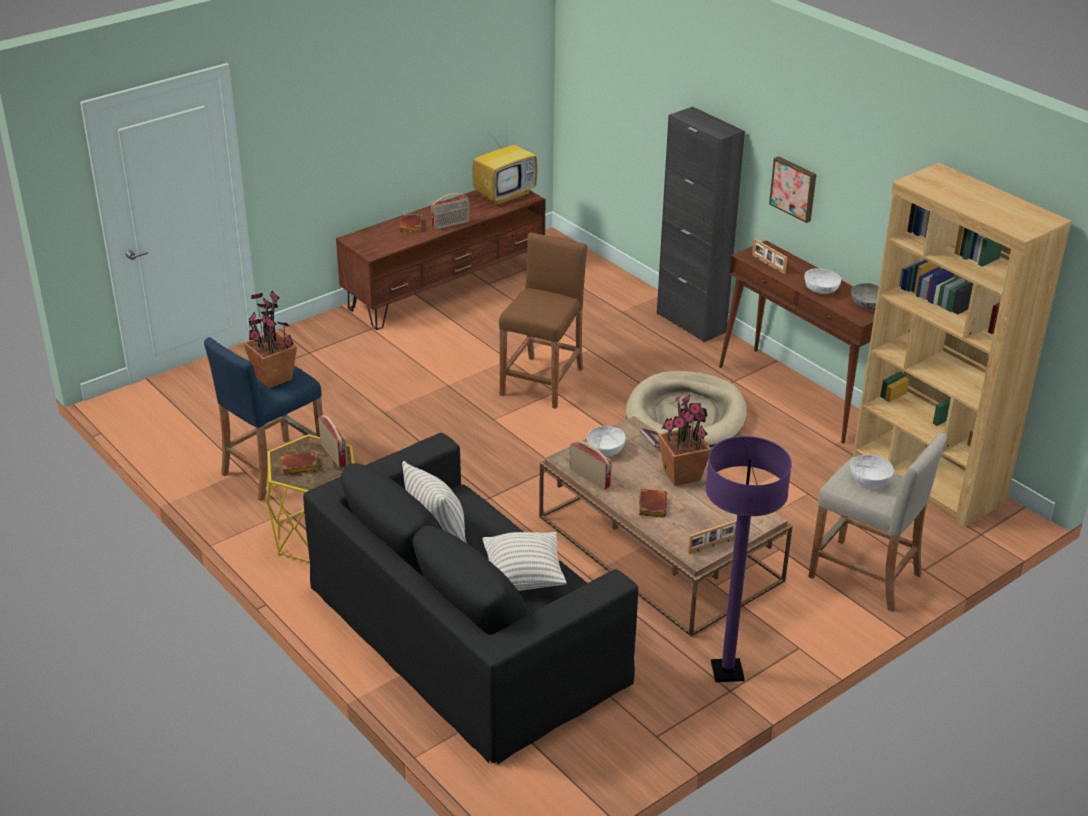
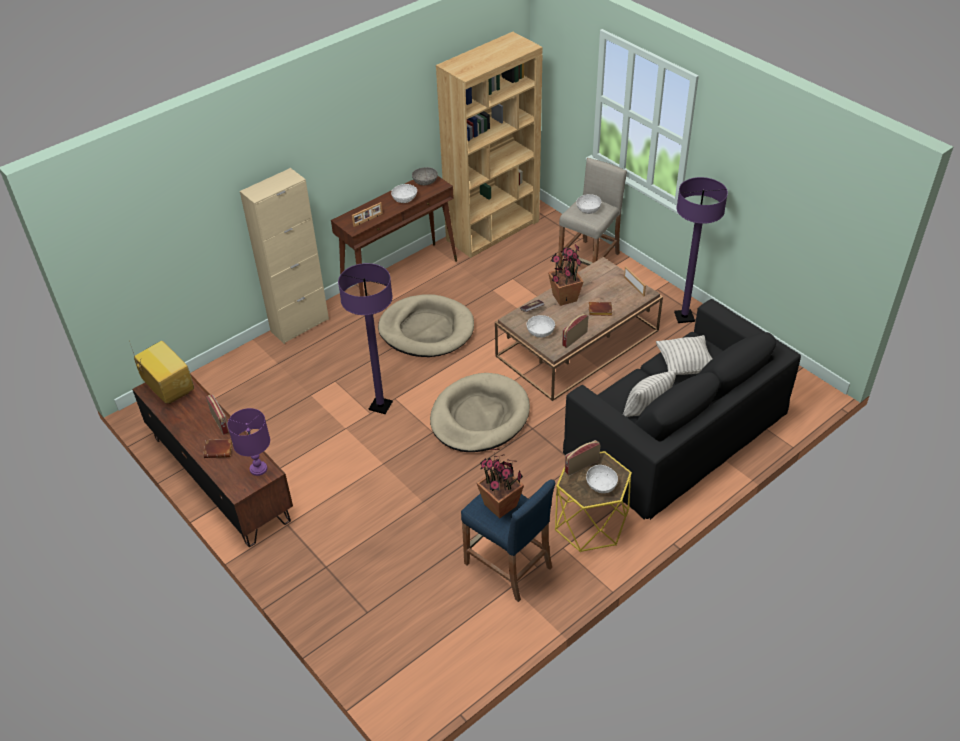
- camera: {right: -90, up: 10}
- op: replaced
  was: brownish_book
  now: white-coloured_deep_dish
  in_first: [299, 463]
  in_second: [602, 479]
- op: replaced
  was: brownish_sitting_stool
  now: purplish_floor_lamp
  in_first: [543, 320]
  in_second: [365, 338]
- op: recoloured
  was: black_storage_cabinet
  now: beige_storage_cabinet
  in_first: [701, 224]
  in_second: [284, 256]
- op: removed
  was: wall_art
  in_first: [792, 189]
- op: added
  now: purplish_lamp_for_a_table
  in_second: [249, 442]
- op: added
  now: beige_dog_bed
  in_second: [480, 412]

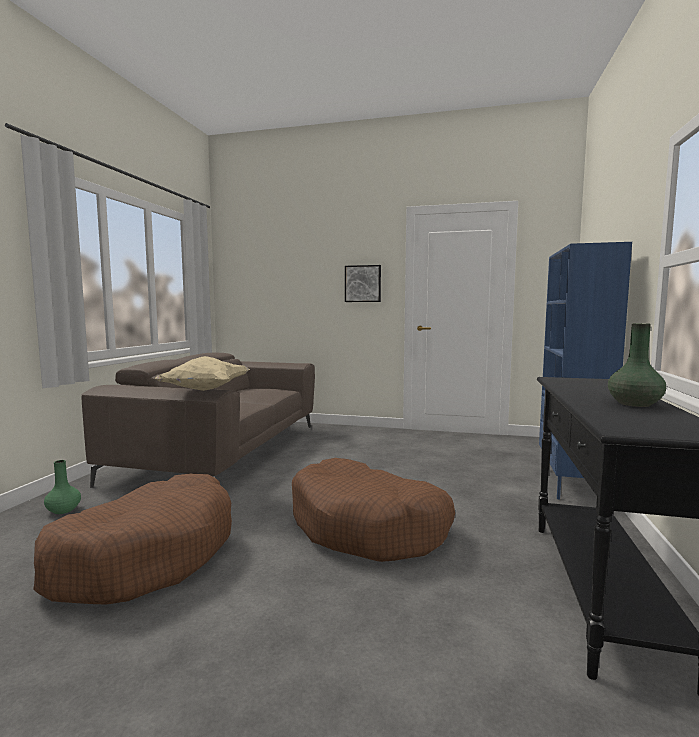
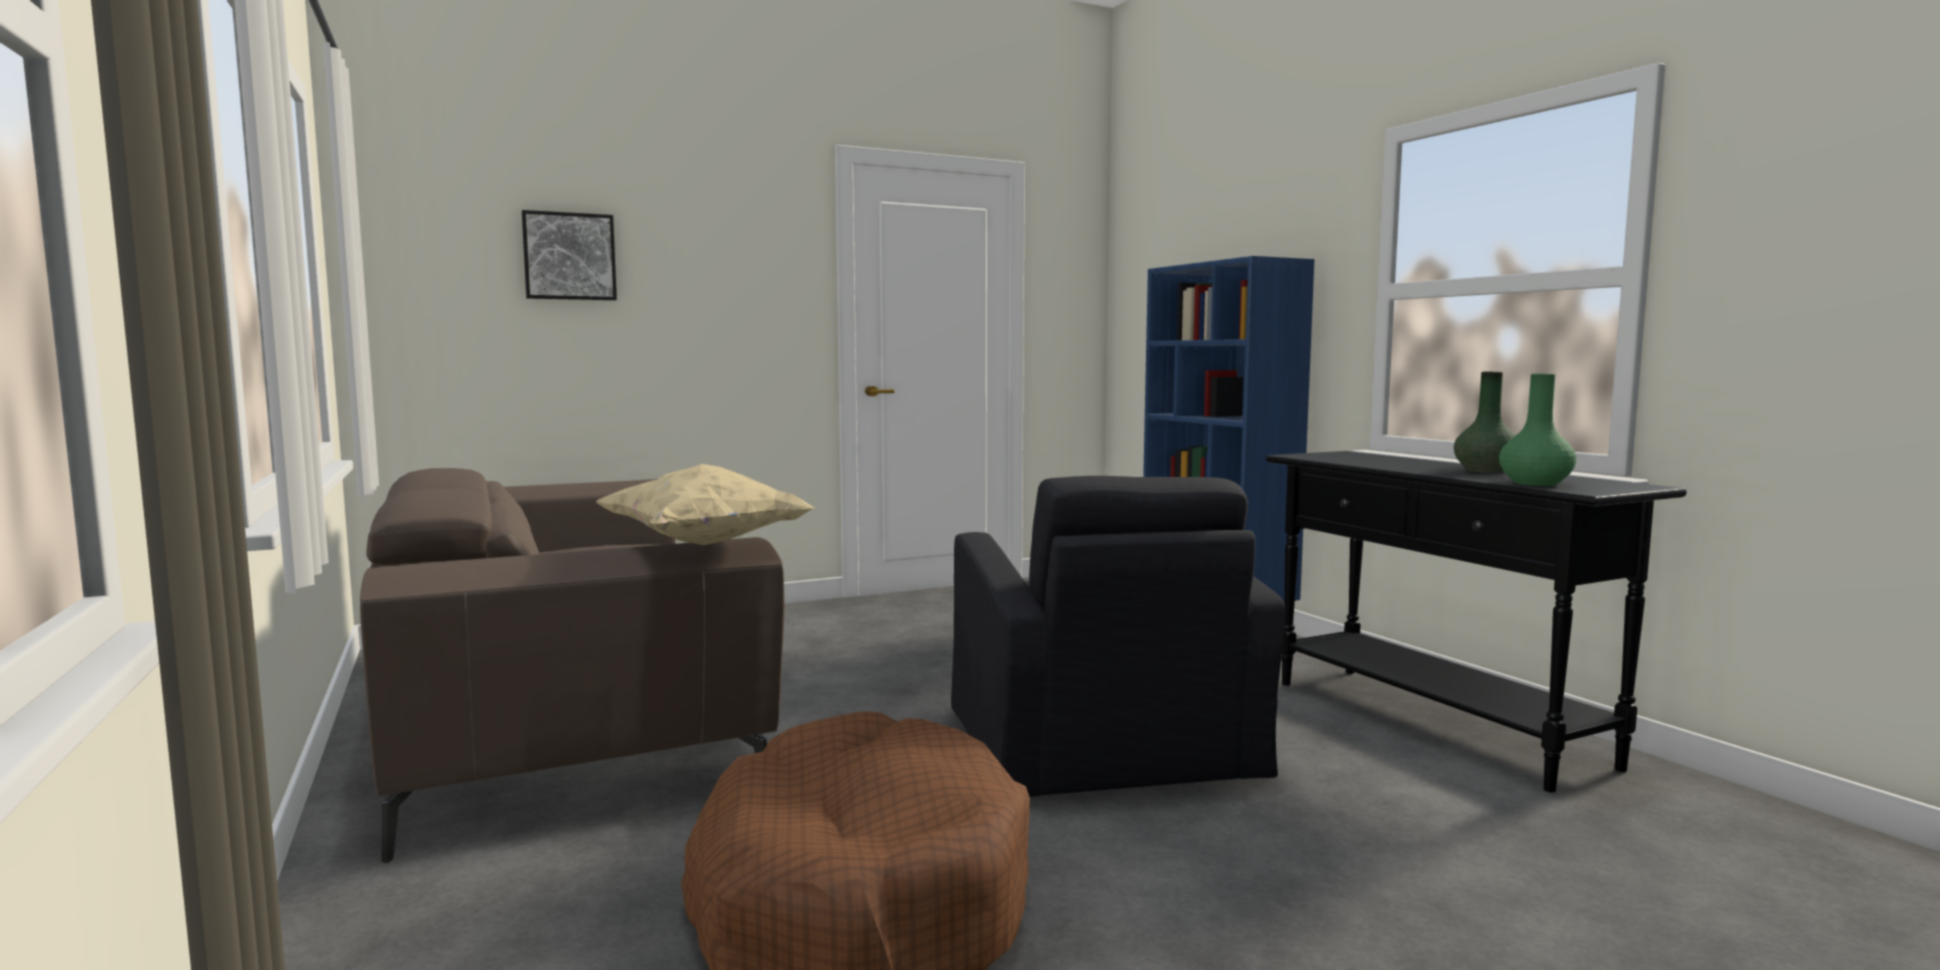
- camera: {right: -40, up: 0}
- op: moved
  was: greenish_decorative_vase
  in_first: [62, 487]
  in_second: [1537, 430]
- op: replaced
  was: brownish_dog_bed
  now: black_lounge_chair
  in_first: [373, 510]
  in_second: [1118, 636]
- op: moved
  was: wall_art
  in_first: [363, 283]
  in_second: [569, 255]

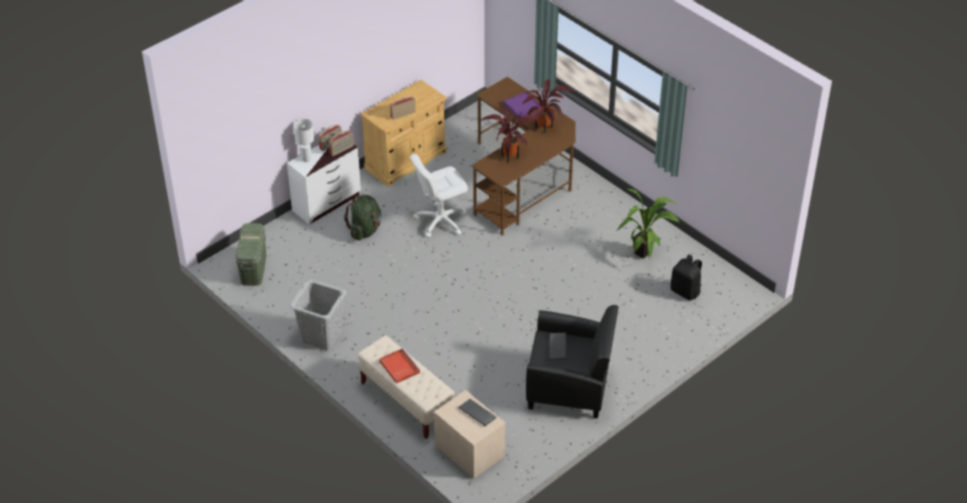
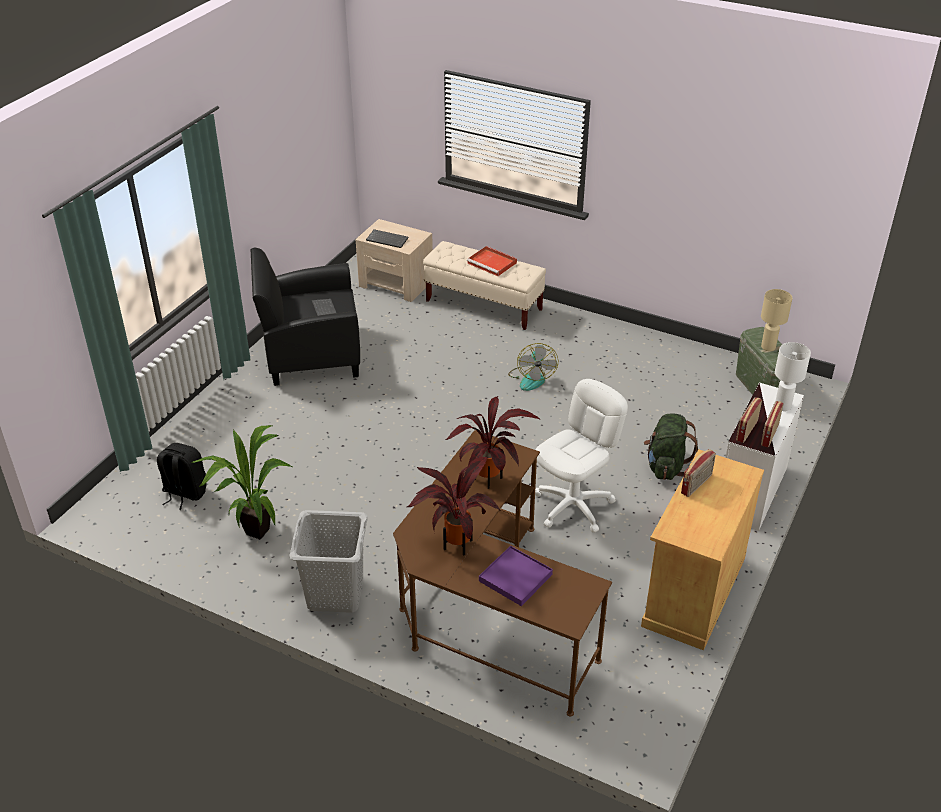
- camera: {right: 160, up: -5}
- op: moved
  was: gray_laundry_basket
  in_first: [318, 315]
  in_second: [328, 561]
- op: added
  now: cooling_fan
  in_second: [533, 367]
- op: added
  now: beige_lamp_for_a_table
  in_second: [777, 320]

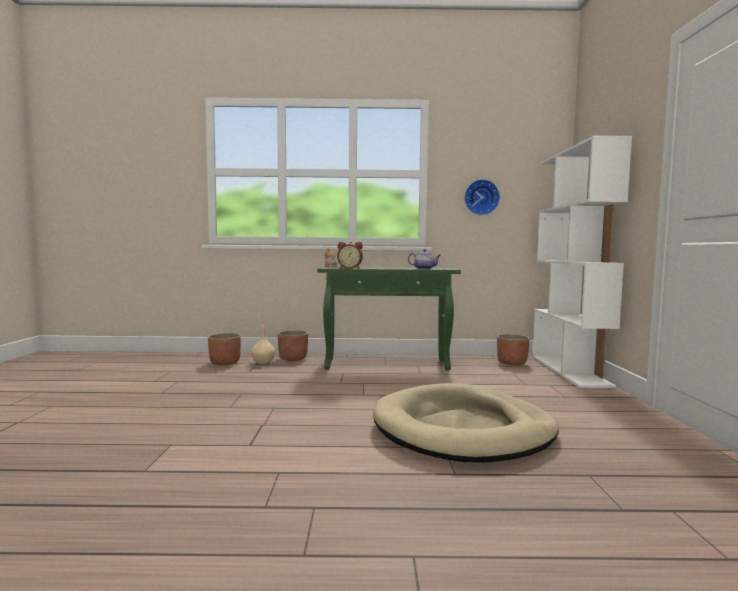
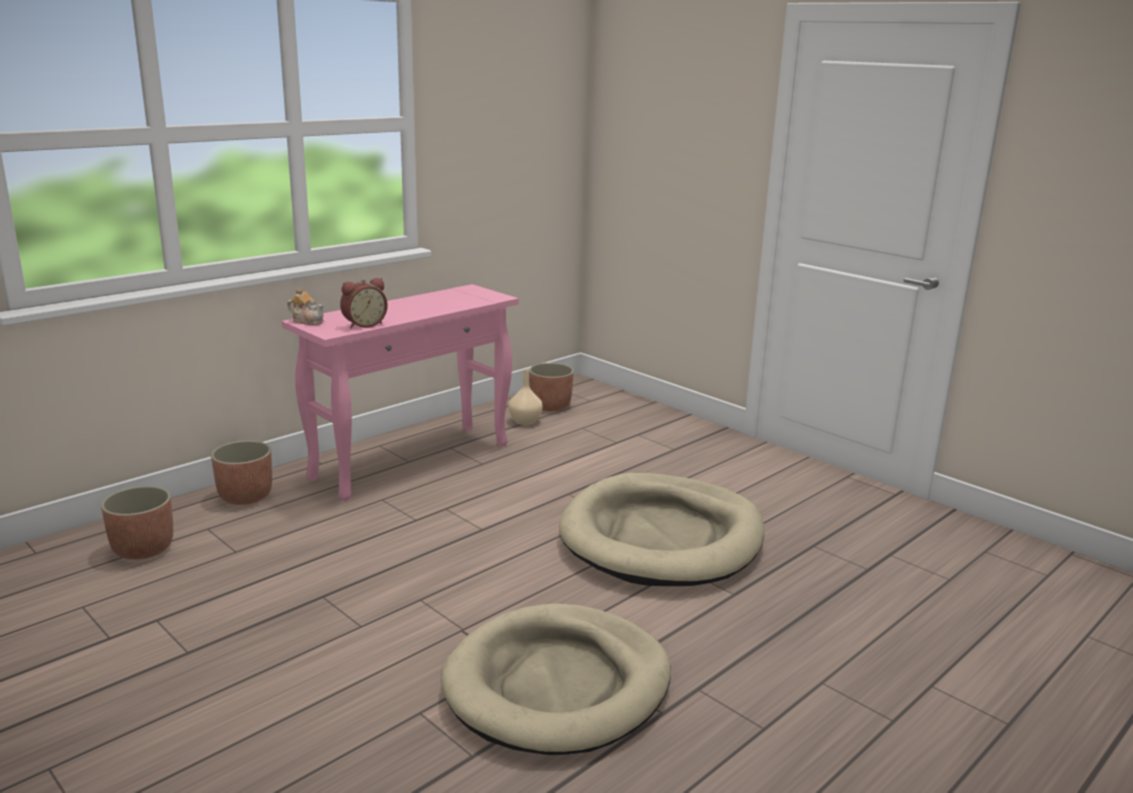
- camera: {right: -45, up: 15}
- op: moved
  was: beige_decorative_vase
  in_first: [263, 345]
  in_second: [526, 397]
- op: recoloured
  was: greenish_hall_table
  now: pink_hall_table
  in_first: [389, 319]
  in_second: [400, 392]
- op: removed
  was: tea_pot
  in_first: [424, 259]
- op: removed
  was: clock_on_the_wall
  in_first: [482, 197]
- op: removed
  was: white-coloured_bookshelf
  in_first: [582, 261]
- op: added
  now: beige_dog_bed
  in_second: [556, 679]

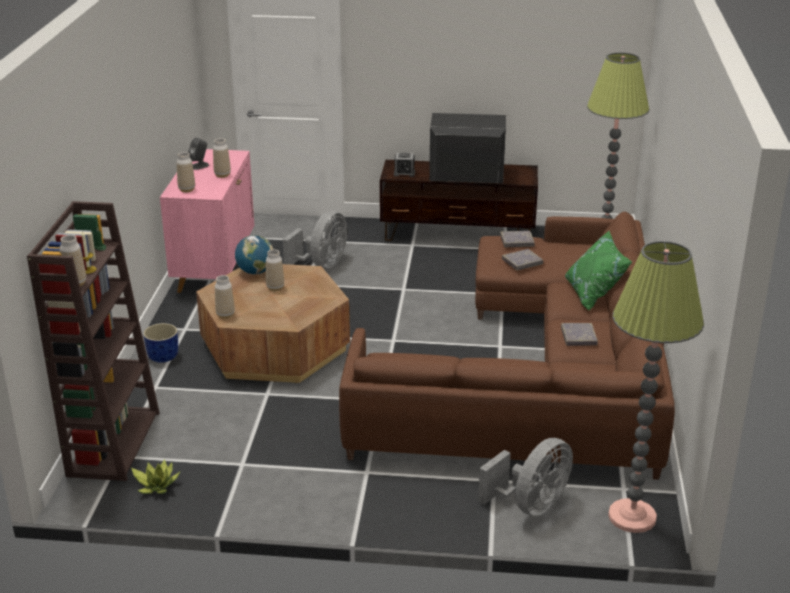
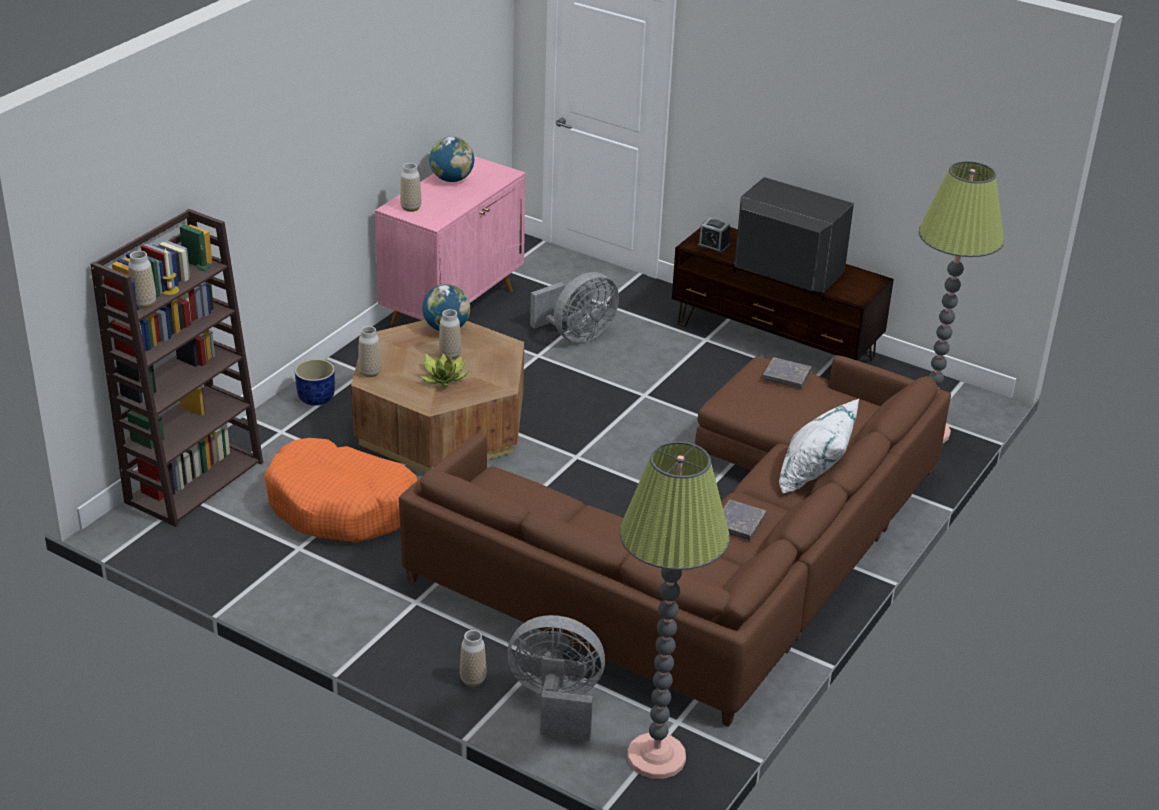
- camera: {right: 25, up: 5}
- op: moved
  was: plant_in_a_pot
  in_first: [155, 476]
  in_second: [444, 370]
- op: replaced
  was: gray_speaker
  now: desk_globe
  in_first: [198, 153]
  in_second: [451, 159]
- op: moved
  was: decorative_vase
  in_first: [222, 158]
  in_second: [473, 658]
- op: turned
  was: gray_cooling_fan
  in_first: [525, 477]
  in_second: [556, 678]
  clockwise: -150
- op: removed
  was: gray_book
  in_first: [522, 259]
- op: recoloured
  was: greenish_cushion
  now: white-coloured_cushion
  in_first: [598, 270]
  in_second: [819, 446]
- op: added
  now: orange-coloured_dog_bed
  in_second: [341, 490]

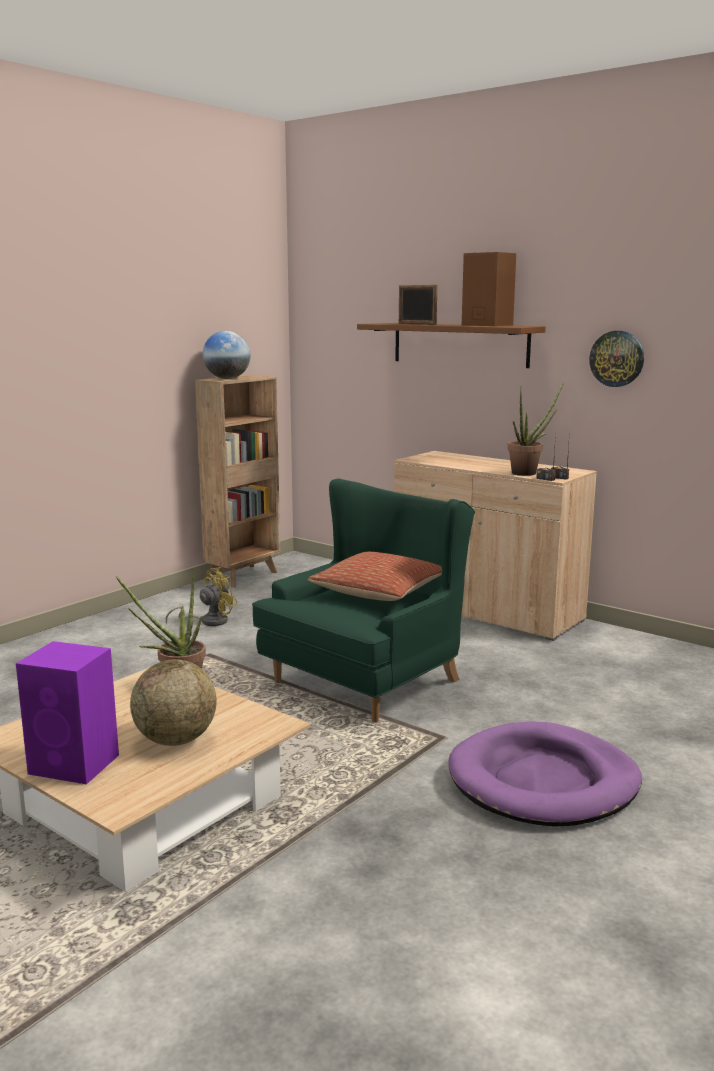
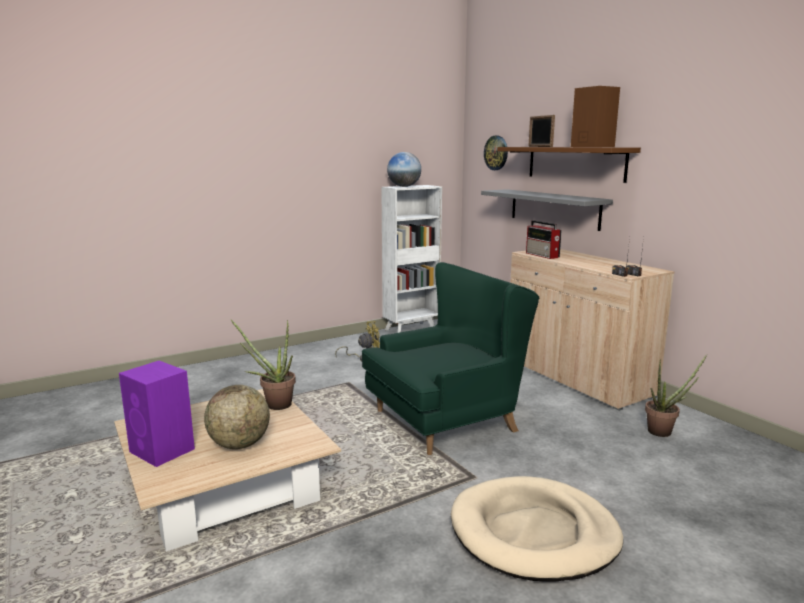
- camera: {right: 20, up: 0}
- op: recoloured
  was: brownish_bookshelf
  now: white-coloured_bookshelf
  in_first: [237, 481]
  in_second: [411, 259]
- op: removed
  was: cushion
  in_first: [375, 576]
- op: recoloured
  was: purplish_dog_bed
  now: beige_dog_bed
  in_first: [545, 774]
  in_second: [536, 529]
- op: moved
  was: plant_in_a_pot
  in_first: [536, 428]
  in_second: [676, 395]
- op: moved
  was: clock_on_the_wall
  in_first: [616, 359]
  in_second: [496, 153]
- op: added
  now: gray_bracket_shelf
  in_second: [547, 210]
- op: added
  now: radio
  in_second: [543, 239]

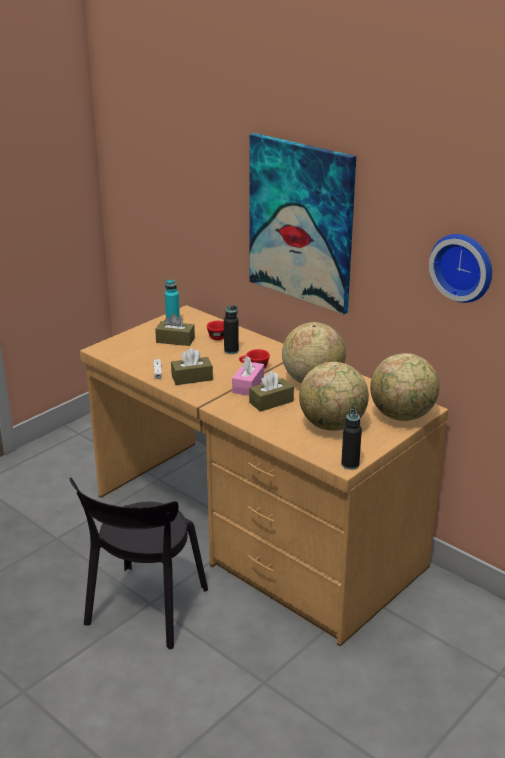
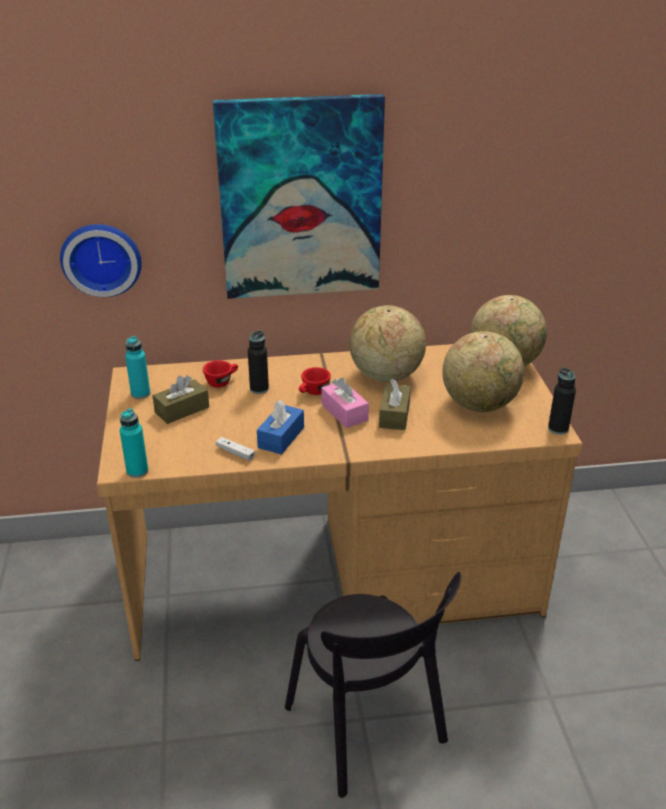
- camera: {right: -50, up: 5}
- op: recoloured
  was: brownish_box_of_tissues
  now: blue_box_of_tissues
  in_first: [192, 366]
  in_second: [280, 427]
- op: moved
  was: clock_on_the_wall
  in_first: [460, 268]
  in_second: [101, 260]
- op: added
  now: turquoise-coloured_bottle
  in_second: [134, 443]

